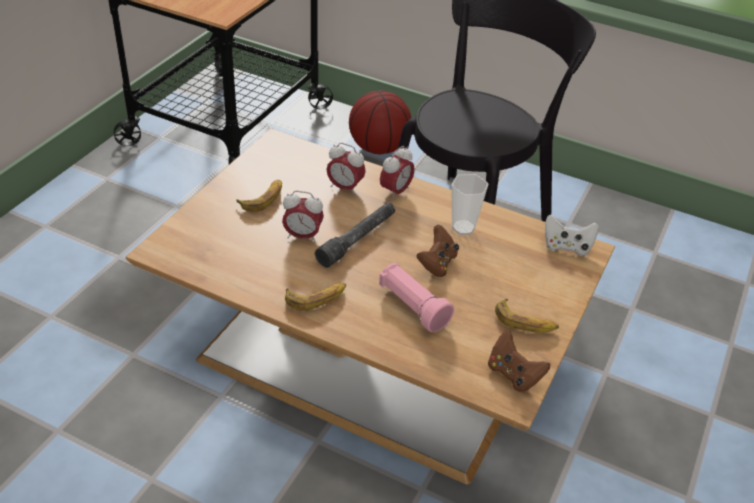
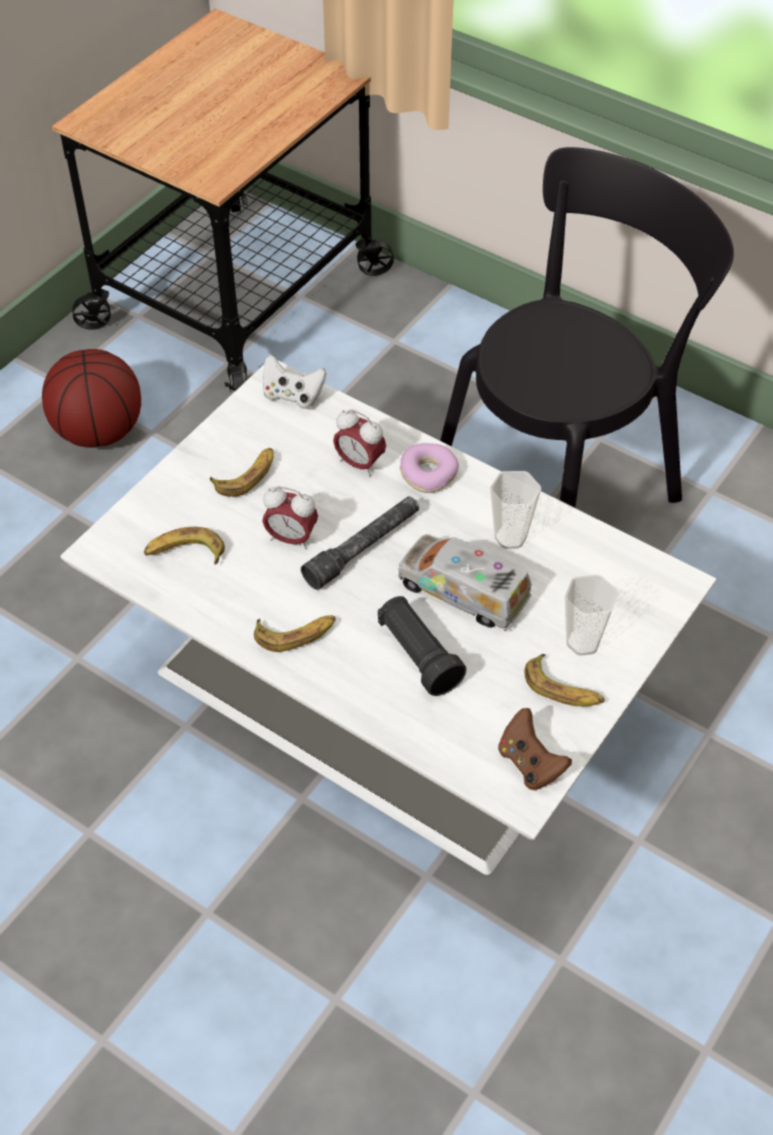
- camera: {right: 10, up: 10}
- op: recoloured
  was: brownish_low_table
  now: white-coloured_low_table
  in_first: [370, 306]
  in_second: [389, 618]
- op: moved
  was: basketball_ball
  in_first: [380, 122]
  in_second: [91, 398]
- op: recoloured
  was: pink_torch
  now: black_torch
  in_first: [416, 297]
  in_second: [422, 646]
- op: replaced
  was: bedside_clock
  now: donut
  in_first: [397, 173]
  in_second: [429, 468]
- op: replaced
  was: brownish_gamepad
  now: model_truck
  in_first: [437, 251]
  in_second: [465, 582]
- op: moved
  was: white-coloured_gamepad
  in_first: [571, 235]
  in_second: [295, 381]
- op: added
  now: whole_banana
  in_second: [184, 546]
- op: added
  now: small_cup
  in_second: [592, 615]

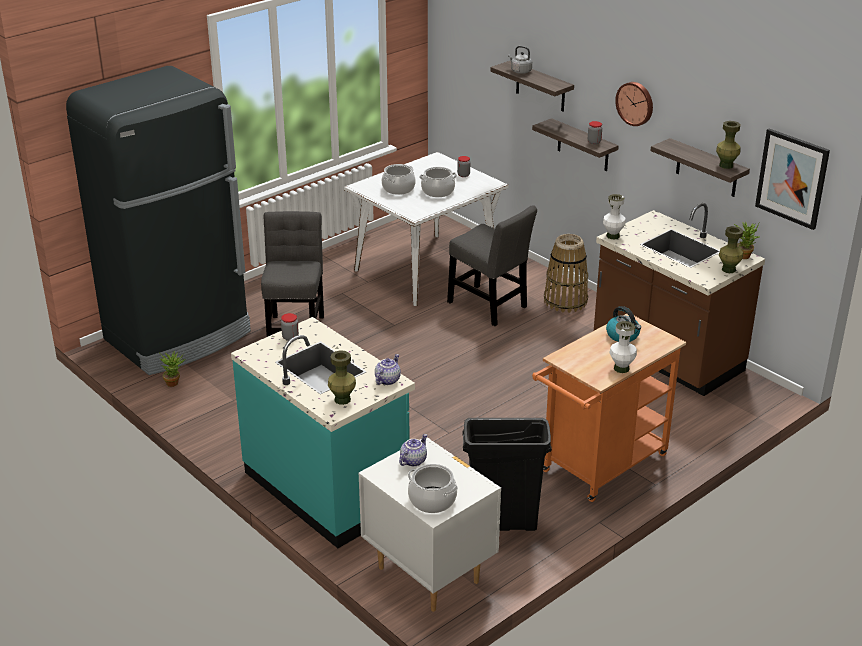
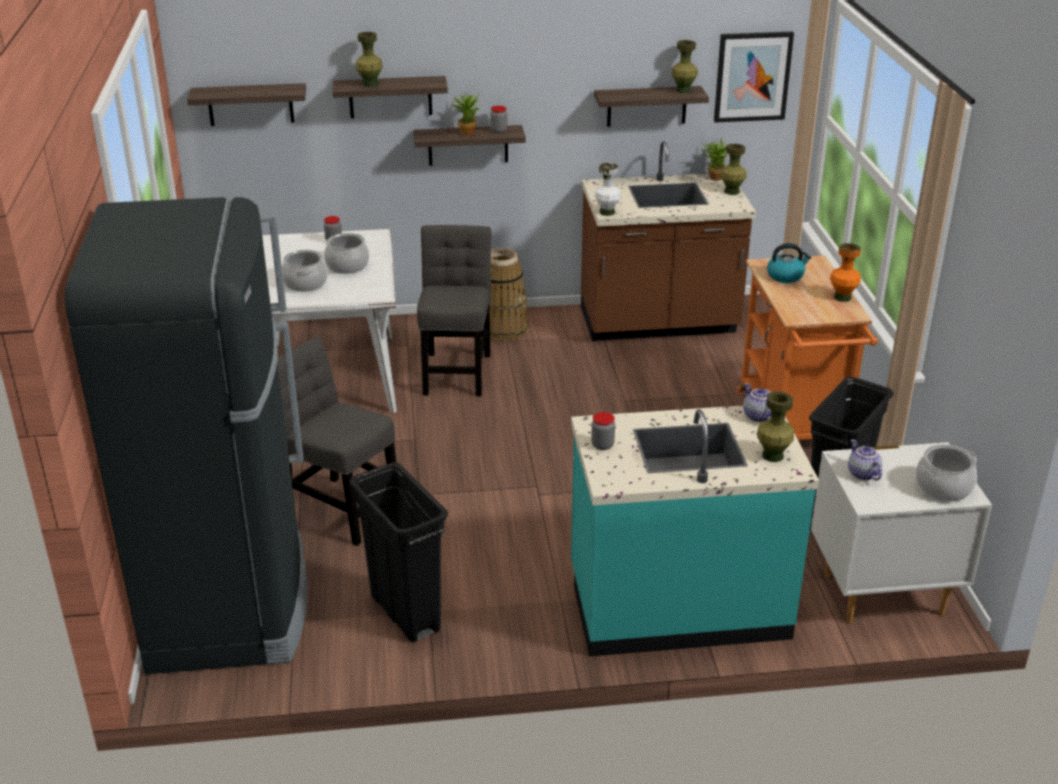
- camera: {right: -55, up: 0}
- op: moved
  was: plant_in_a_pot
  in_first: [172, 369]
  in_second: [465, 114]
- op: turned
  was: gray_chair
  in_first: [492, 265]
  in_second: [454, 310]
  clockwise: -75
- op: replaced
  was: gray_kettle
  now: greenish_decorative_vase
  in_first: [520, 60]
  in_second: [369, 59]
- op: recoloured
  was: white-coloured_decorative_vase
  now: orange-coloured_decorative_vase
  in_first: [623, 347]
  in_second: [845, 272]
- op: removed
  was: clock_on_the_wall
  in_first: [634, 104]
- op: added
  now: bracket_shelf
  in_second: [246, 104]
- op: added
  now: black_rubbish_bin
  in_second: [399, 552]

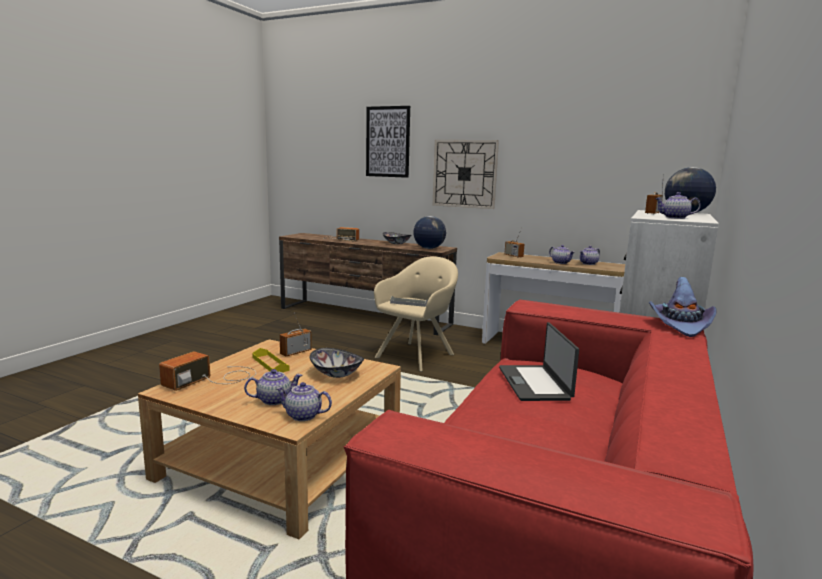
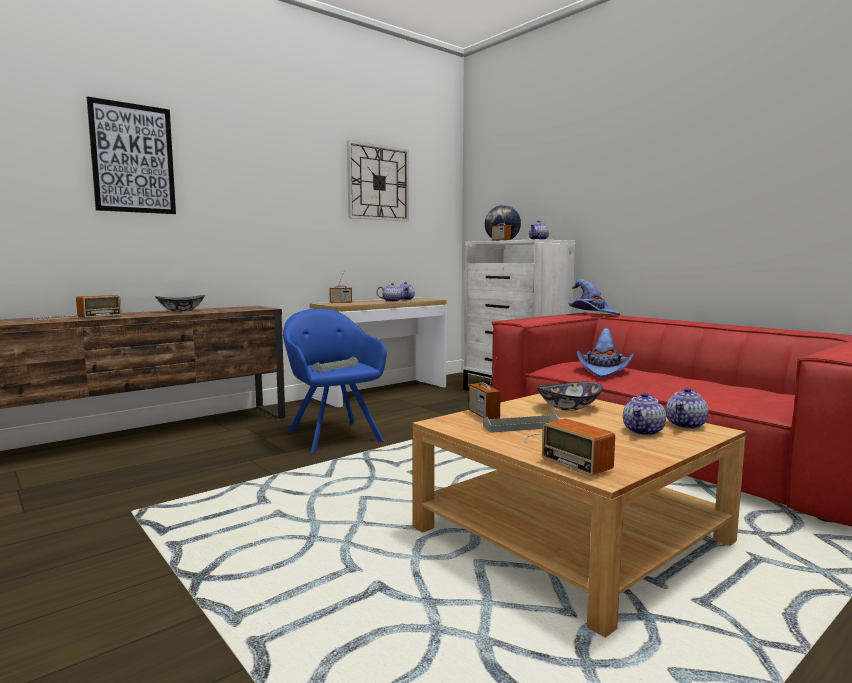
- camera: {right: -65, up: -5}
- op: turned
  was: tea_pot
  in_first: [273, 387]
  in_second: [644, 414]
  clockwise: -150
- op: recoloured
  was: yellow-coloured_serving_tray
  now: gray_serving_tray
  in_first: [271, 360]
  in_second: [521, 422]
- op: recoloured
  was: beige_lounge_chair
  now: blue_lounge_chair
  in_first: [416, 314]
  in_second: [334, 381]
- op: removed
  was: desk_globe
  in_first: [429, 232]
- op: moved
  was: clock_on_the_wall
  in_first: [466, 174]
  in_second: [378, 180]
- op: replaced
  was: portable_computer
  now: purplish_clothing_hat
  in_first: [539, 361]
  in_second: [605, 353]

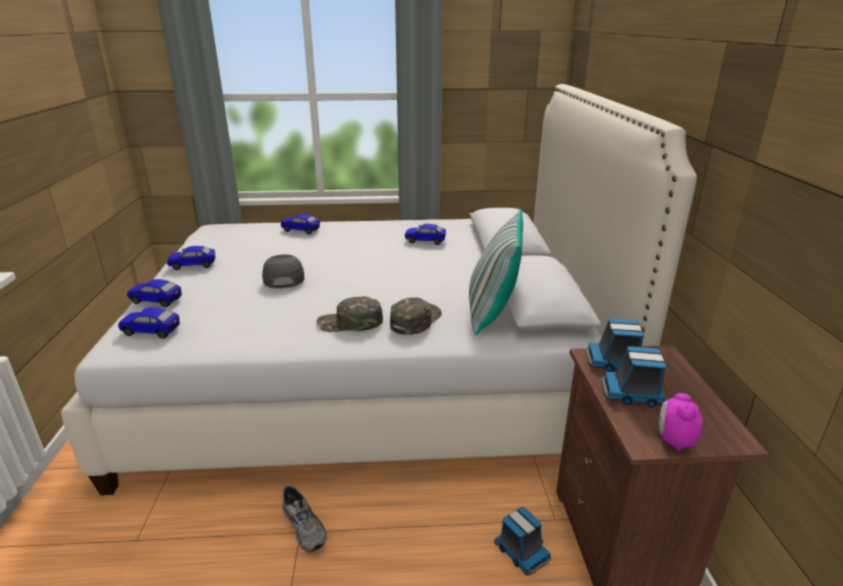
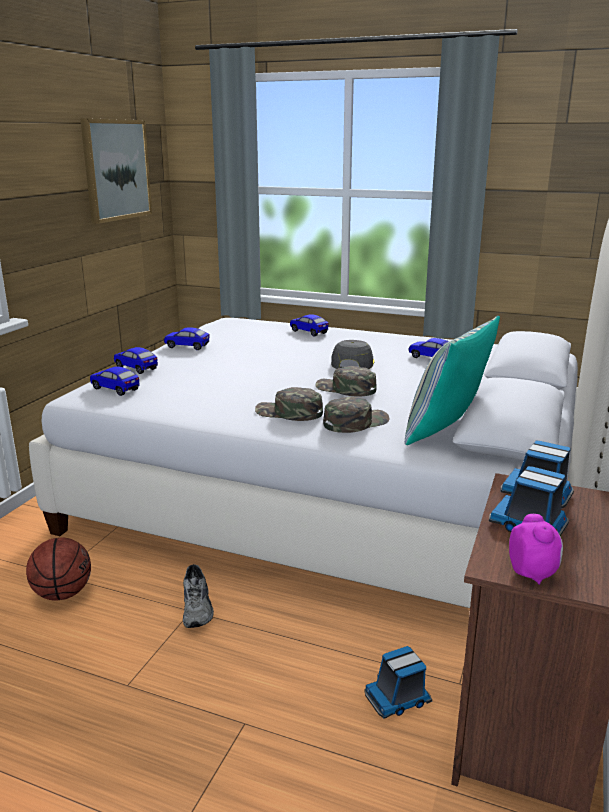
- camera: {right: 25, up: -5}
- op: moved
  was: gray_cap
  in_first: [283, 271]
  in_second: [353, 354]
- op: turned
  was: model_truck
  in_first: [522, 541]
  in_second: [398, 682]
  clockwise: 75
- op: turned
  was: bedside_clock
  in_first: [680, 422]
  in_second: [536, 549]
  clockwise: 135
- op: added
  now: basketball_ball
  in_second: [58, 569]
- op: added
  now: wall_art
  in_second: [116, 171]
- op: added
  now: greenish_cap
  in_second: [346, 381]

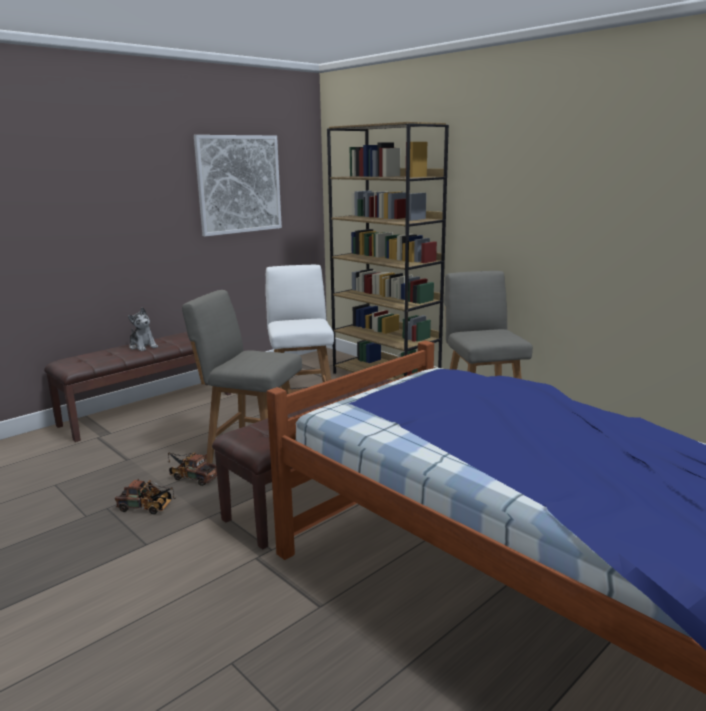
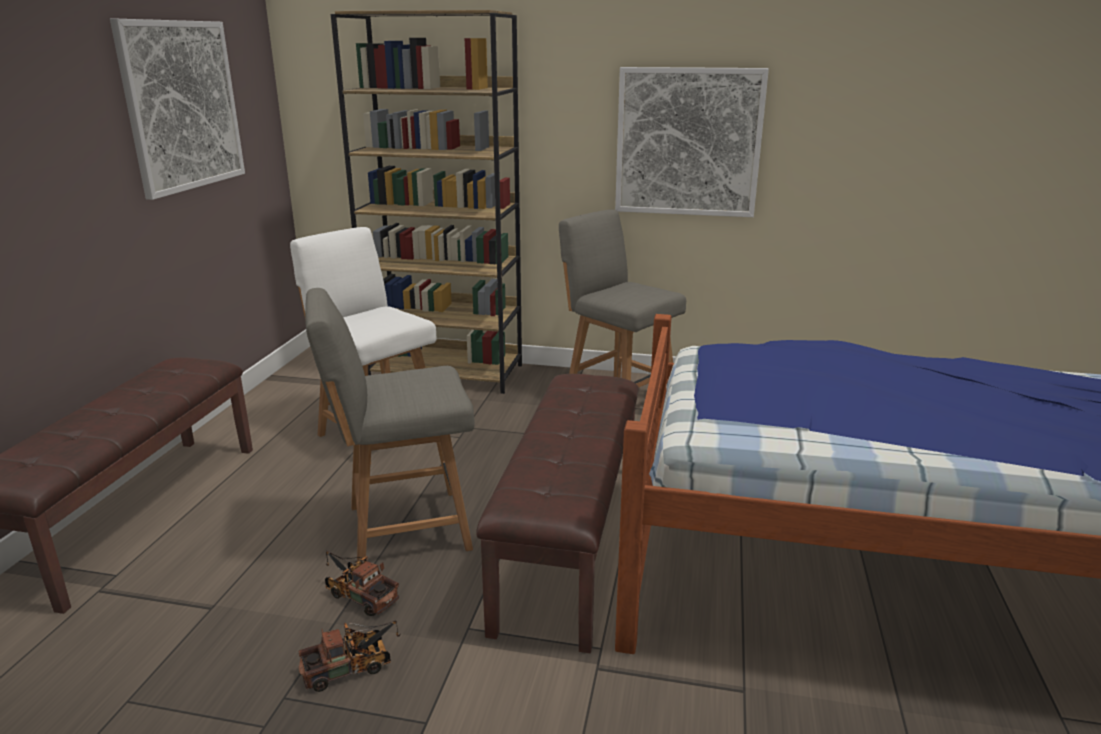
- camera: {right: -35, up: 5}
- op: removed
  was: soft_toy
  in_first: [143, 329]
- op: turned
  was: model_truck
  in_first: [192, 469]
  in_second: [362, 583]
  clockwise: 45
- op: added
  now: wall_art
  in_second: [692, 142]

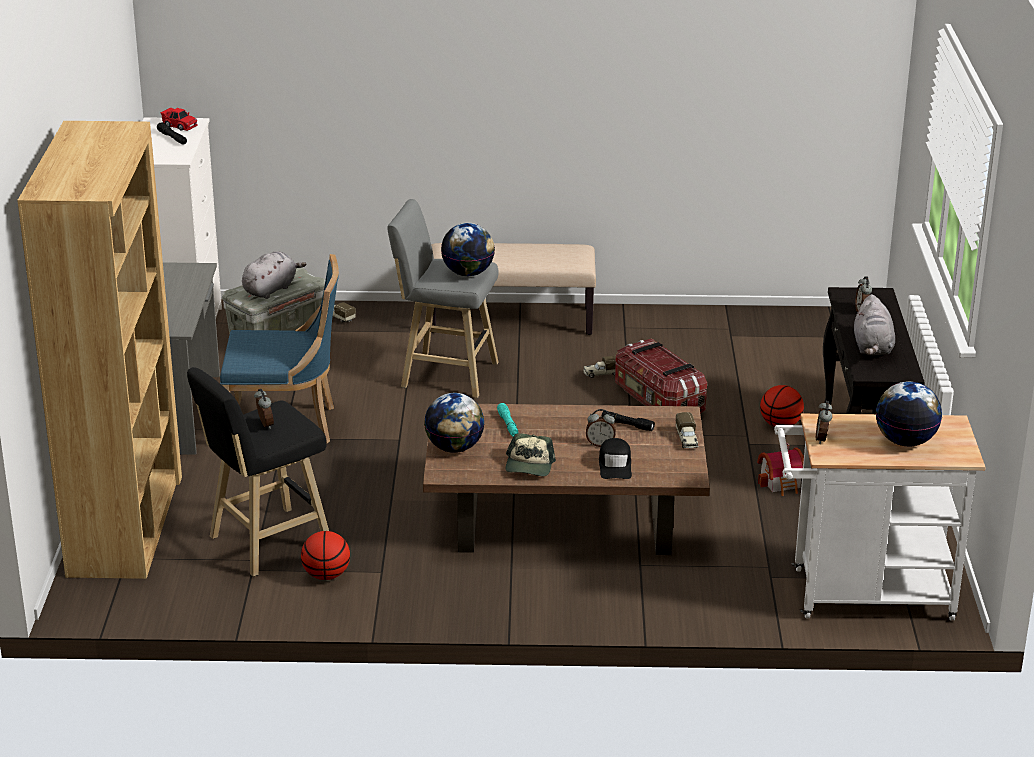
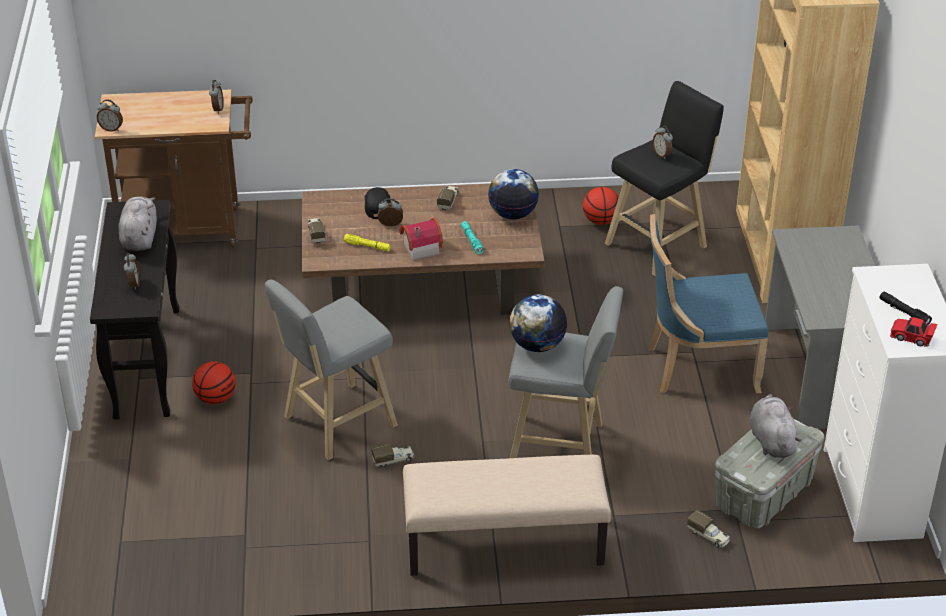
- camera: {right: 175, up: 10}
- op: turned
  was: gray_soft_toy
  in_first: [274, 275]
  in_second: [776, 426]
  clockwise: 135
- op: replaced
  was: cap
  now: model_truck
  in_first: [530, 454]
  in_second: [448, 197]
- op: recoloured
  was: black_torch
  now: yellow-coloured_torch
  in_first: [628, 421]
  in_second: [367, 242]
- op: replaced
  was: storage_bin
  now: gray_sitting_stool
  in_first: [661, 376]
  in_second: [331, 369]
- op: moved
  was: model_house
  in_first: [780, 469]
  in_second: [421, 239]
- op: recoloured
  was: white-coloured_cart
  now: brownish_cart
  in_first: [879, 516]
  in_second: [174, 168]
- op: removed
  was: desk_globe
  in_first: [909, 413]
- op: added
  now: bedside_clock
  in_second: [110, 115]

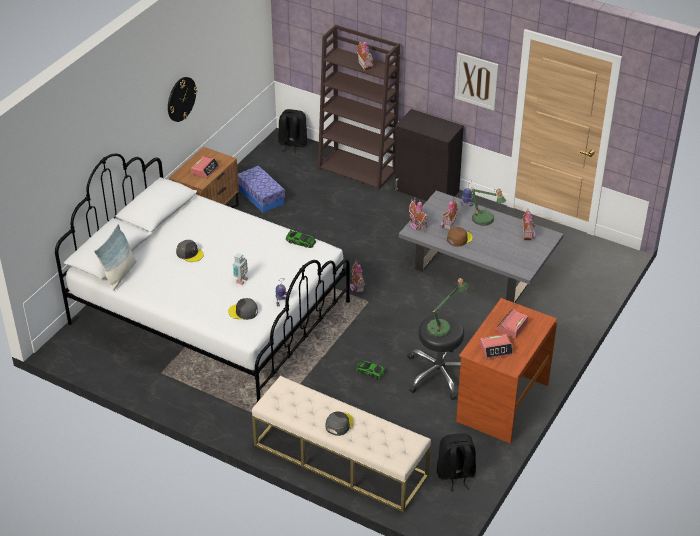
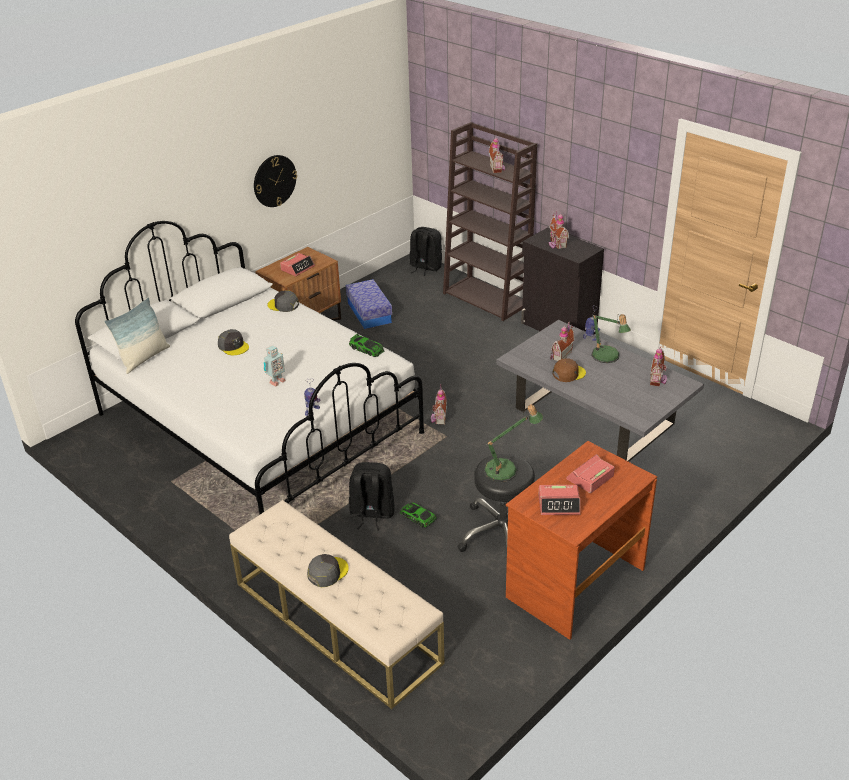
- camera: {right: 15, up: -5}
- op: moved
  was: gray_cap
  in_first: [243, 309]
  in_second: [283, 301]
- op: moved
  was: model_house
  in_first: [419, 213]
  in_second: [559, 229]
- op: moved
  was: black_backpack
  in_first: [456, 462]
  in_second: [372, 496]
- op: removed
  was: wall_art
  in_first: [477, 81]

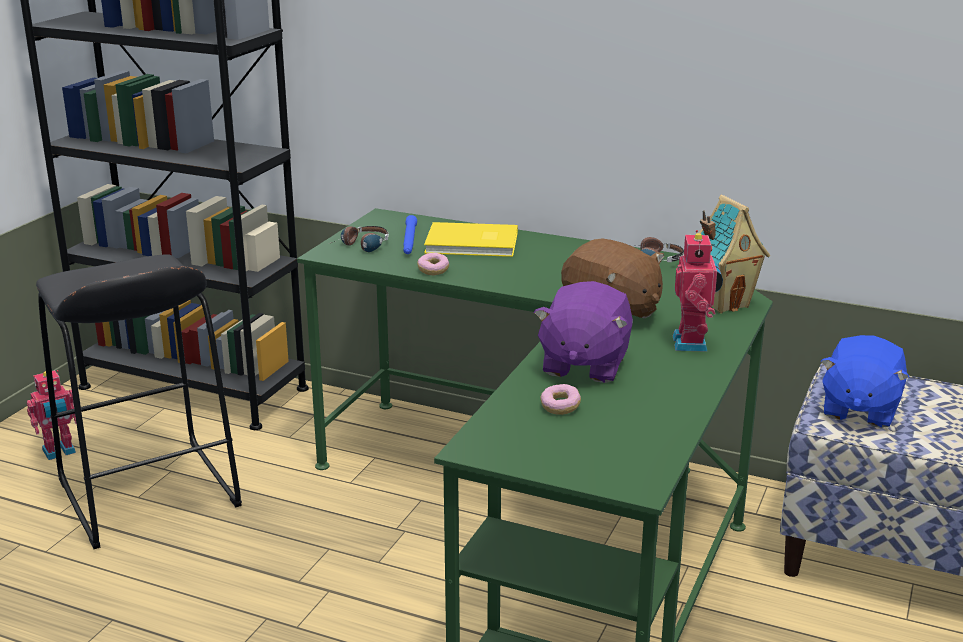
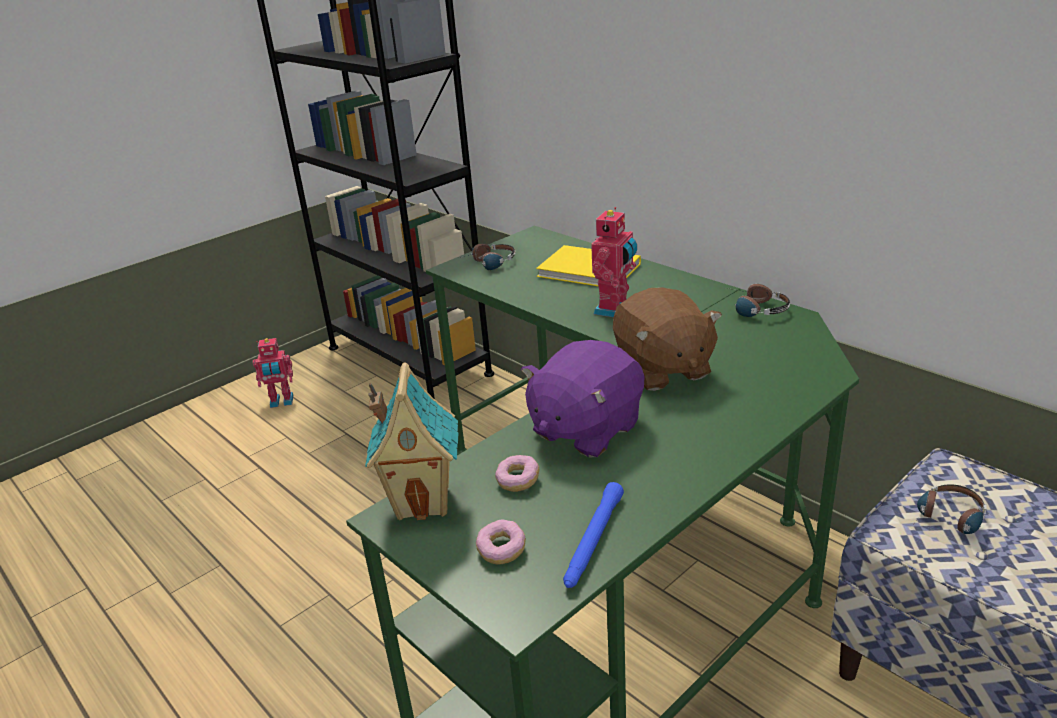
- camera: {right: 25, up: 5}
- op: removed
  was: black_sitting_stool
  in_first: [139, 401]
- op: moved
  was: blue_torch
  in_first: [410, 234]
  in_second: [593, 535]
- op: moved
  was: donut
  in_first: [433, 264]
  in_second: [501, 542]
- op: moved
  was: model_robot
  in_first: [698, 291]
  in_second: [614, 262]
- op: moved
  was: model_house
  in_first: [734, 254]
  in_second: [411, 441]
- op: replaced
  was: blue_soft_toy
  now: headphones
  in_first: [864, 381]
  in_second: [951, 509]

